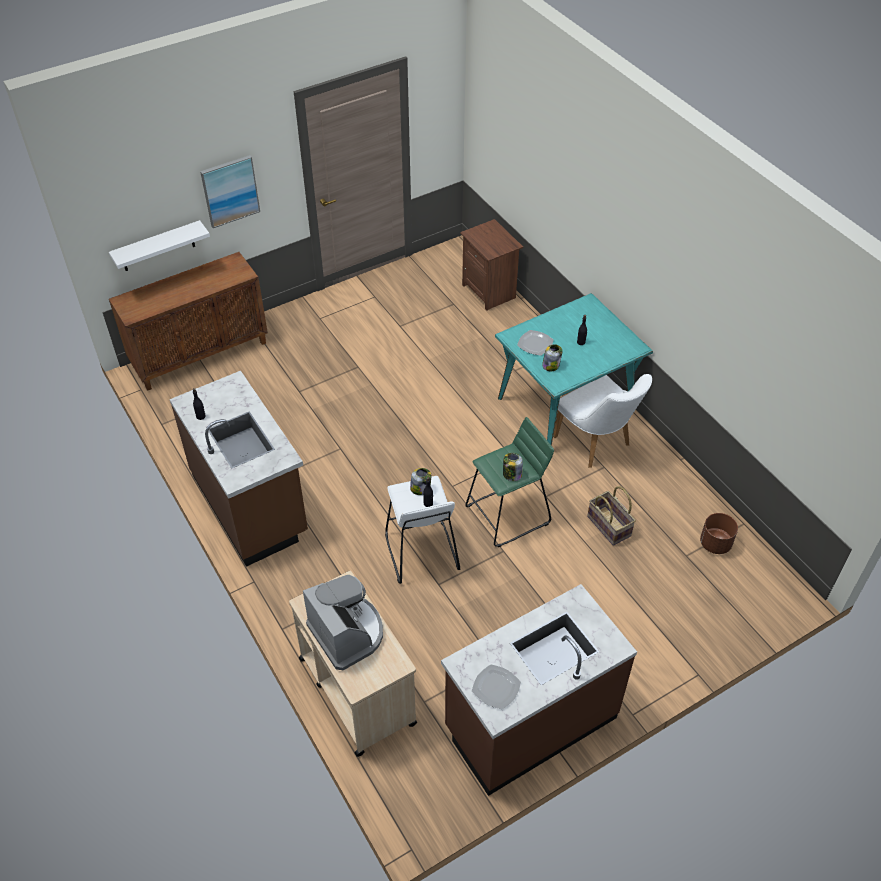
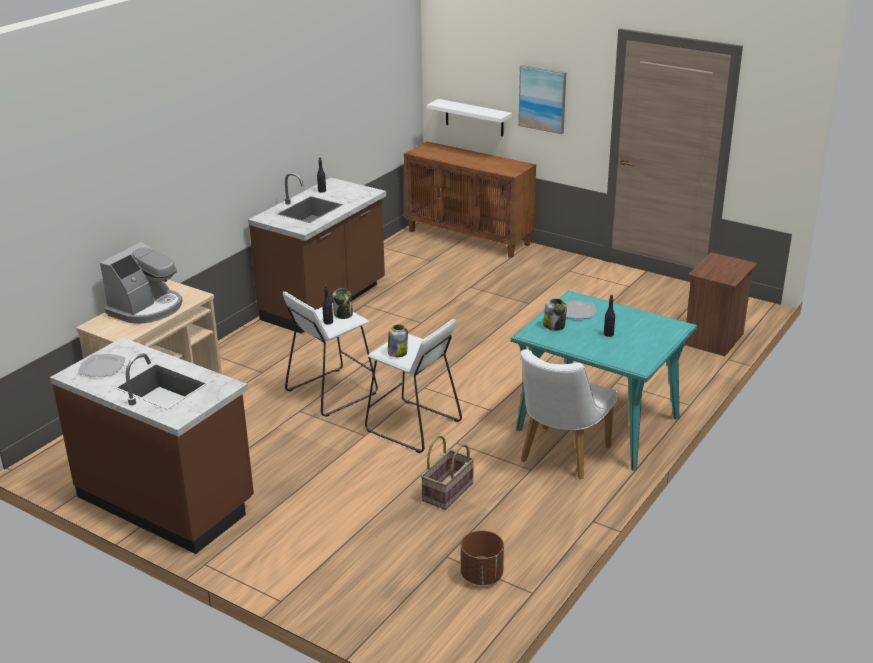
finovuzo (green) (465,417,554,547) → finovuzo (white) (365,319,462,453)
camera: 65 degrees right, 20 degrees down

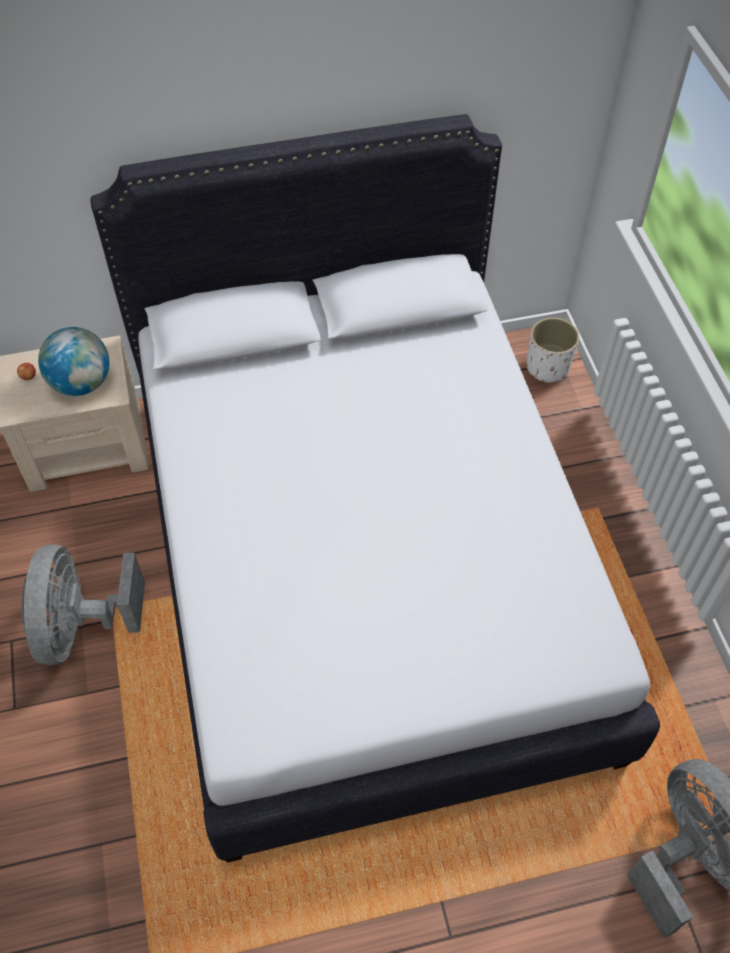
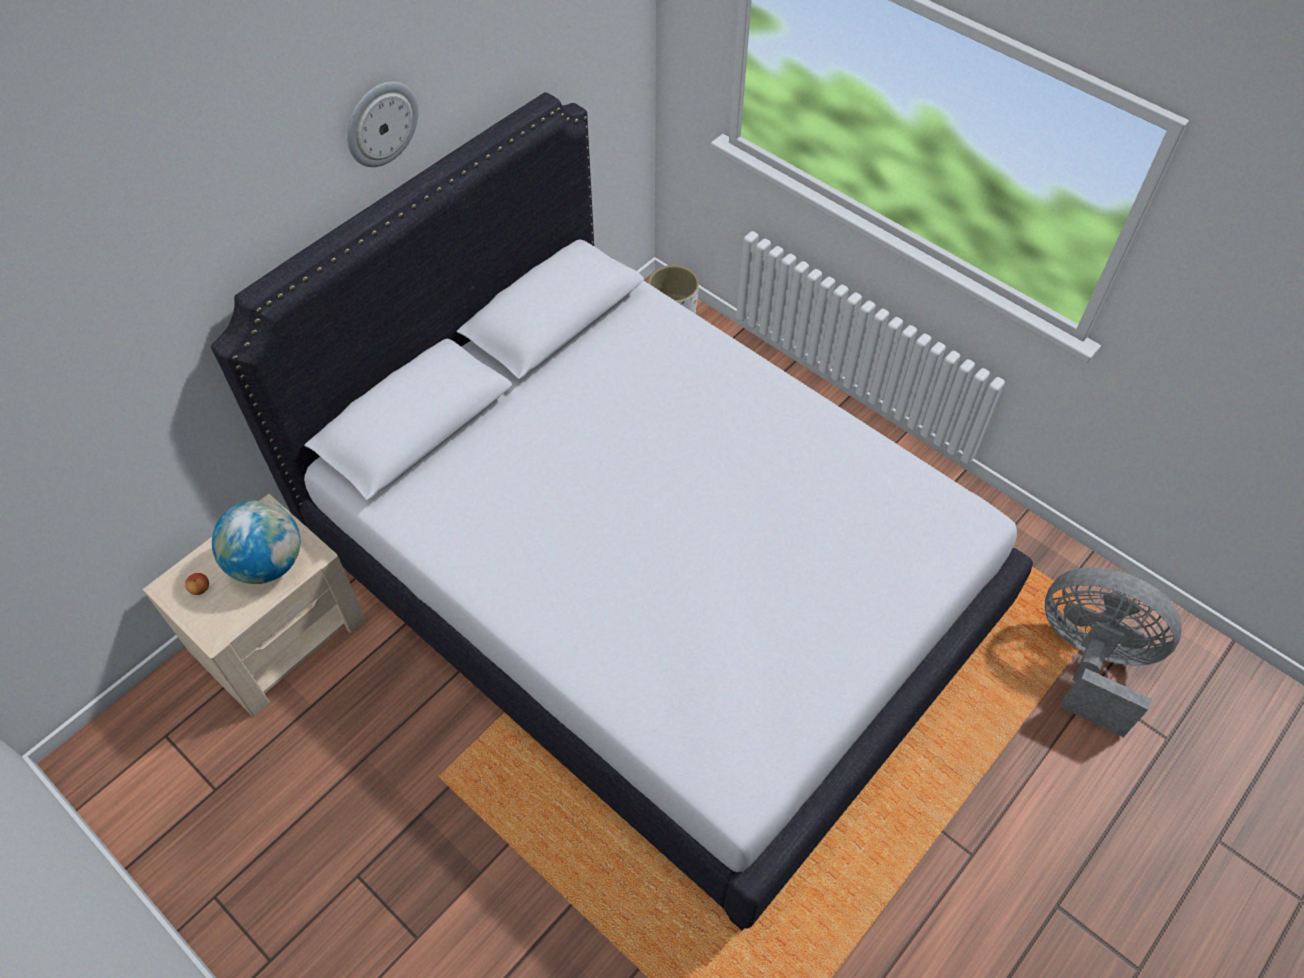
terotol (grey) (22,544,145,665) → -
- → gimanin (347,82,418,167)
camera: 35 degrees left, 0 degrees up

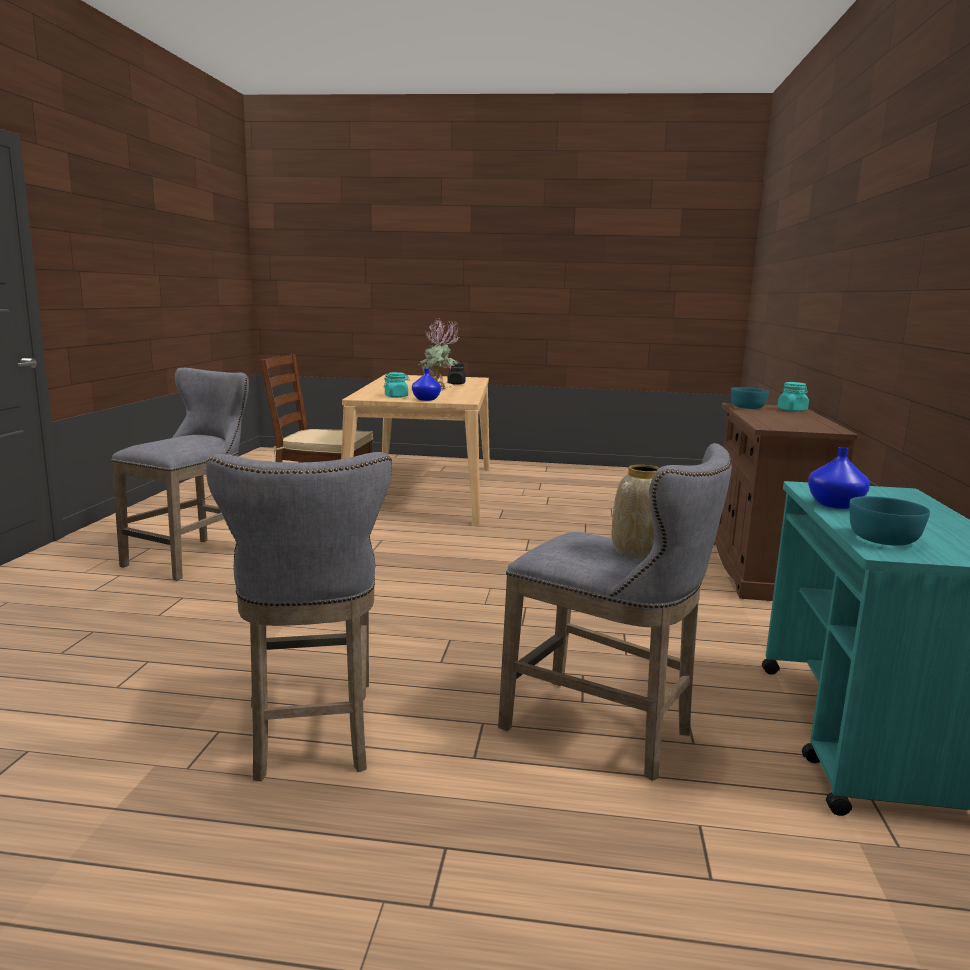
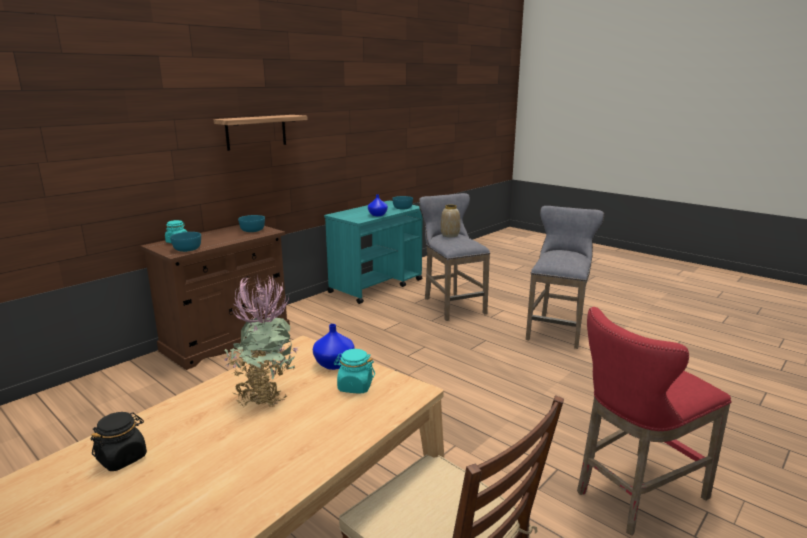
- → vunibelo (214,115,308,151)
- → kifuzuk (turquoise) (238,215,265,232)
finovuzo (grey) (111,368,249,581) → finovuzo (red) (577,307,732,536)
camera: 145 degrees left, 5 degrees up

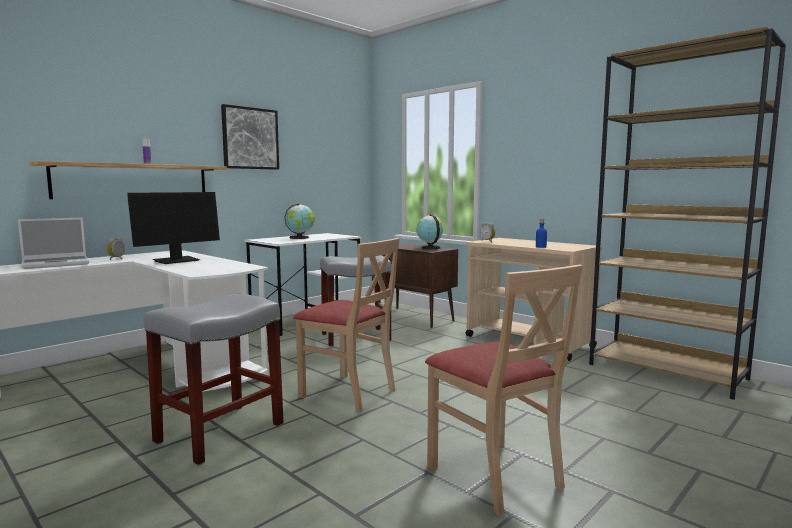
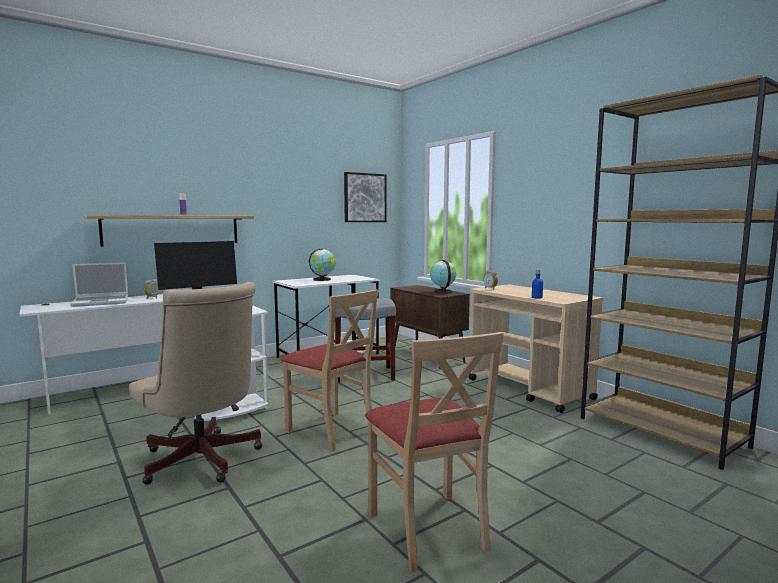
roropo (221,104,279,170) → roropo (344,172,387,222), shifted
finovuzo (grey) (144,294,284,466) → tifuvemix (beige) (129,282,263,485)
camera: 10 degrees right, 0 degrees up

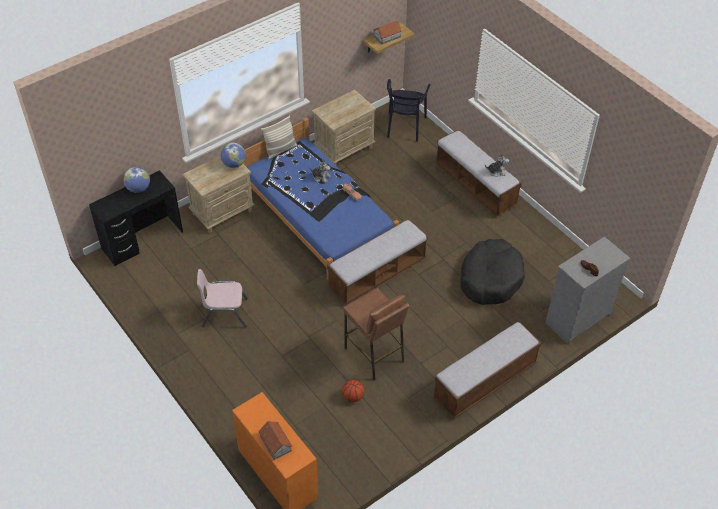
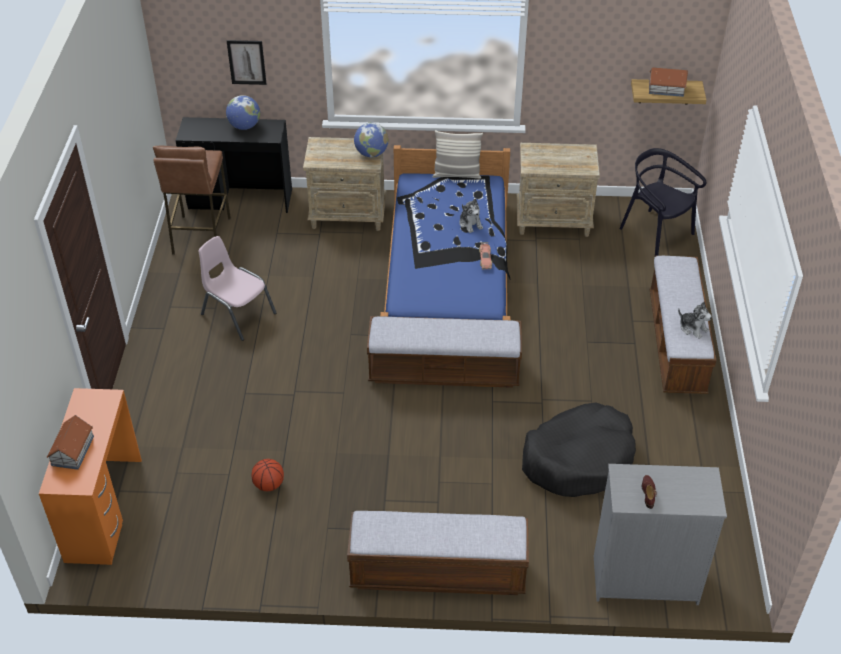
- → roropo (227,40,266,85)
finovuzo (brown) (343,288,409,381) → finovuzo (brown) (153,145,231,255), shifted
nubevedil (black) (387,79,430,142) → nubevedil (black) (619,148,706,256), 90 degrees clockwise
camera: 40 degrees right, 5 degrees down

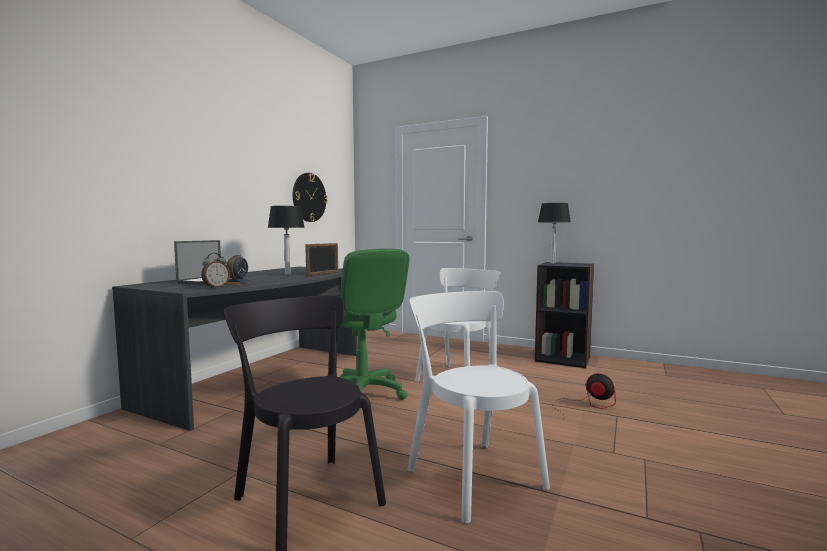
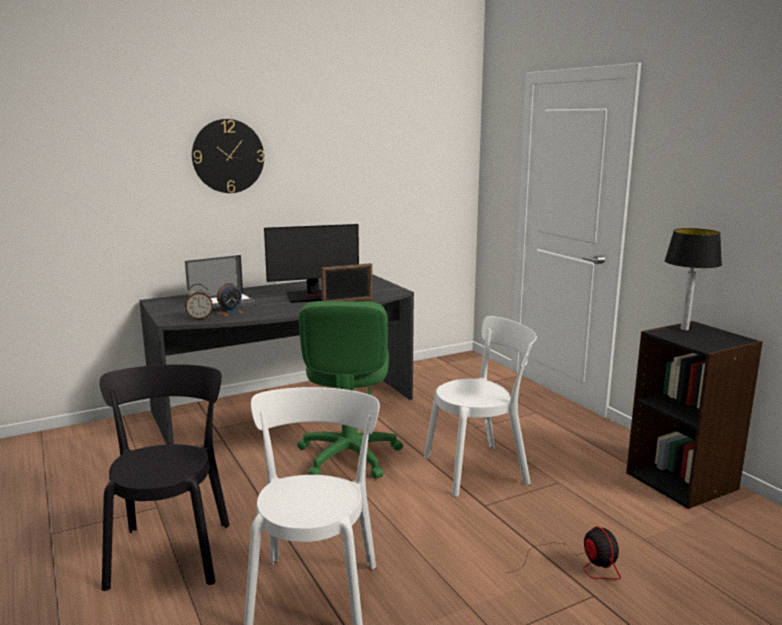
gimanin (293,173,327,222) → gimanin (192,119,265,193), shifted
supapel (268,206,305,275) → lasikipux (264,224,359,303)
camera: 35 degrees right, 10 degrees up

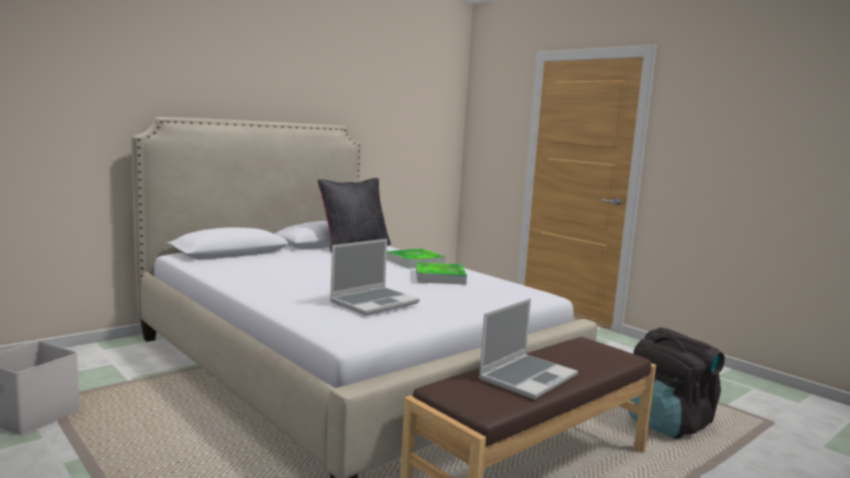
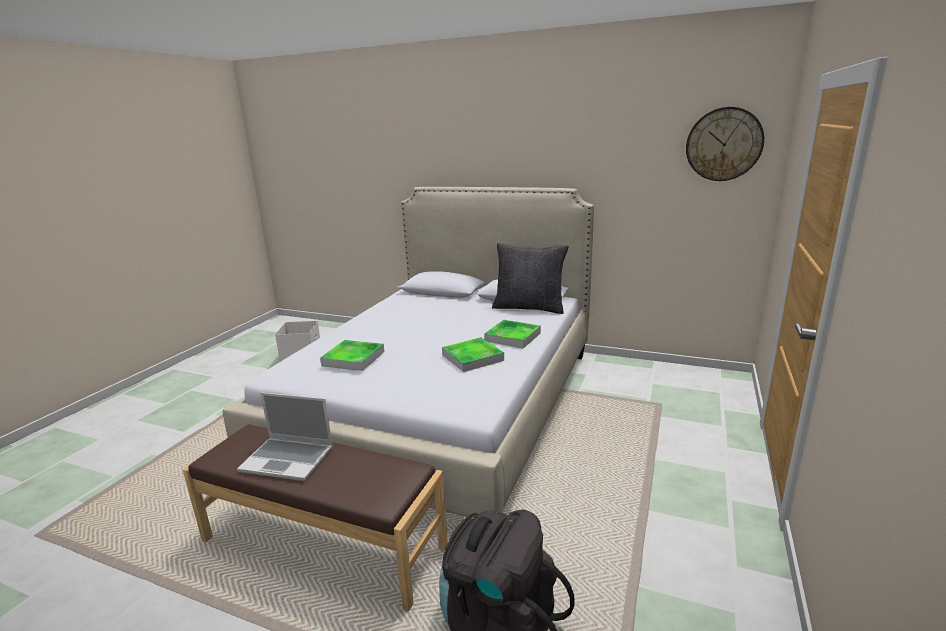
- → gimanin (686,107,764,181)
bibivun (330,239,420,315) → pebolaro (320,340,384,371)
camera: 65 degrees right, 10 degrees up

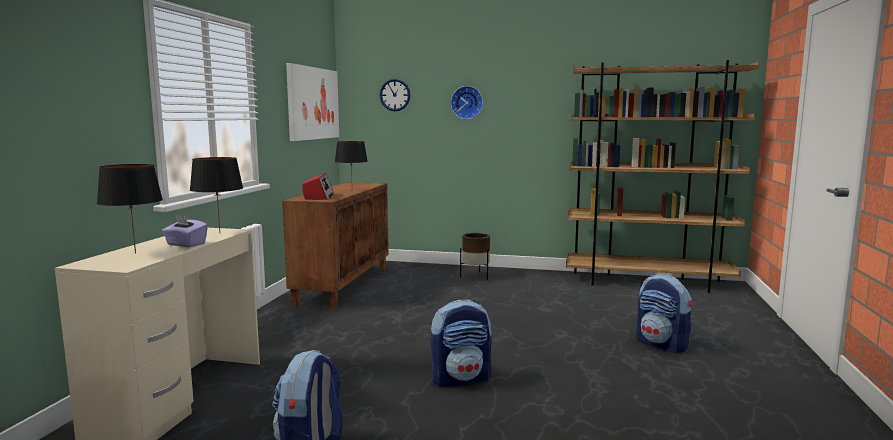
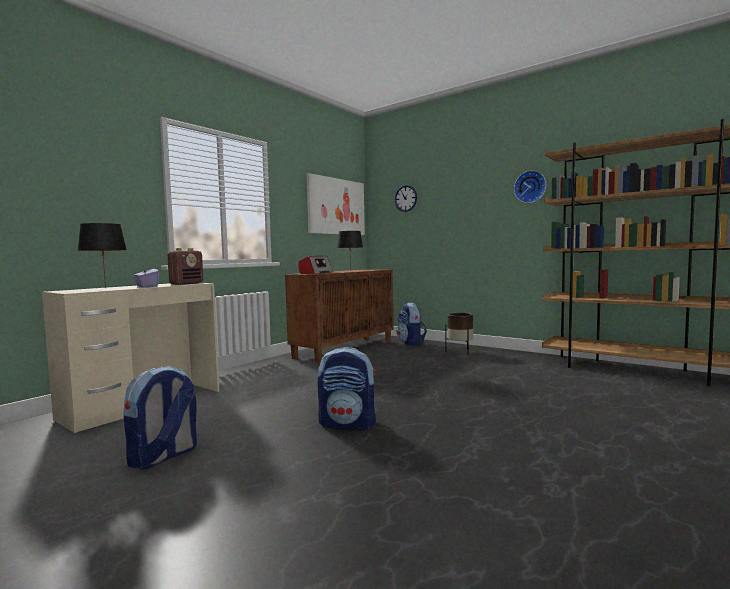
gimanin (451,86,483,120) → gimanin (514,170,546,203), shifted
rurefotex (636,275,693,353) → rurefotex (397,303,427,346), shifted
supapel (black) (190,157,243,232) → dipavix (167,248,203,285)
camera: 25 degrees right, 5 degrees down

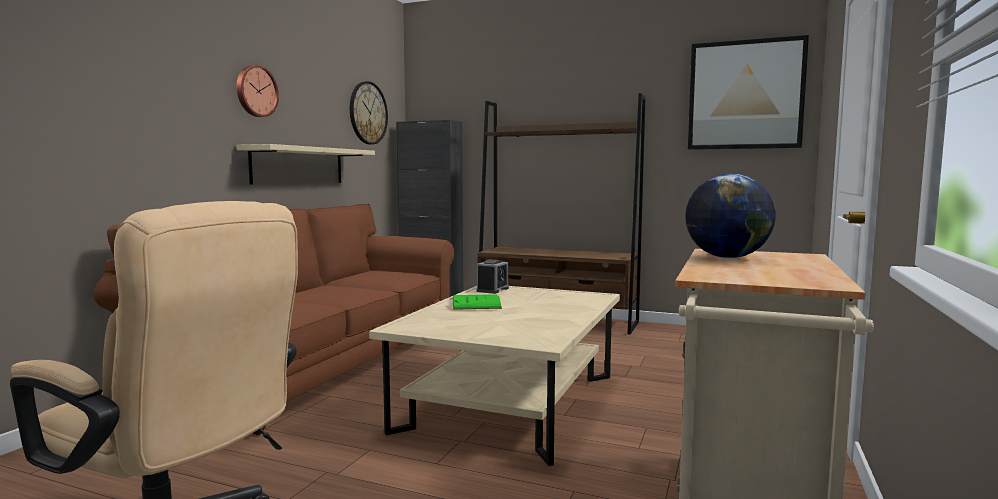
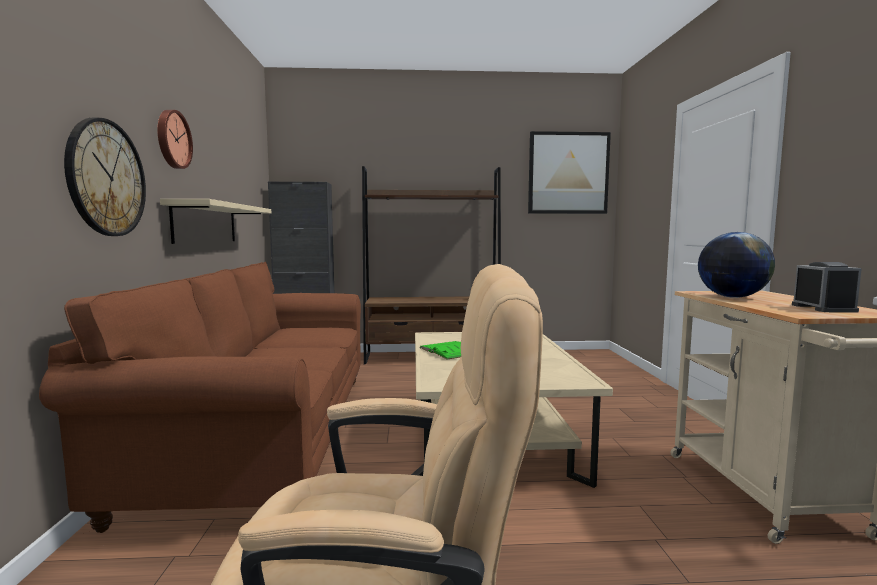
gimanin (350,81,388,144) → gimanin (64,118,146,236), shifted
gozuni (476,259,509,294) → gozuni (792,262,862,313), shifted
camera: 25 degrees left, 0 degrees up

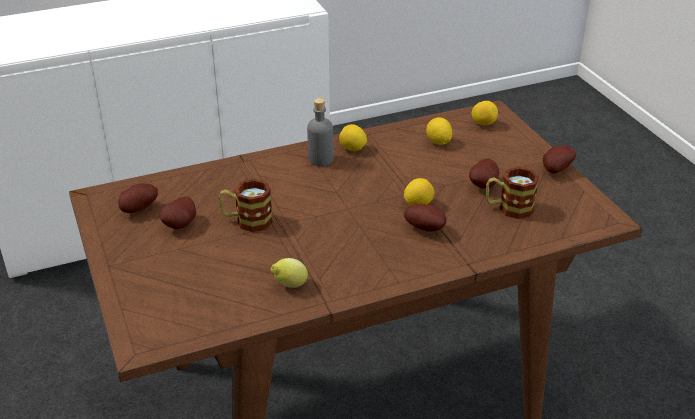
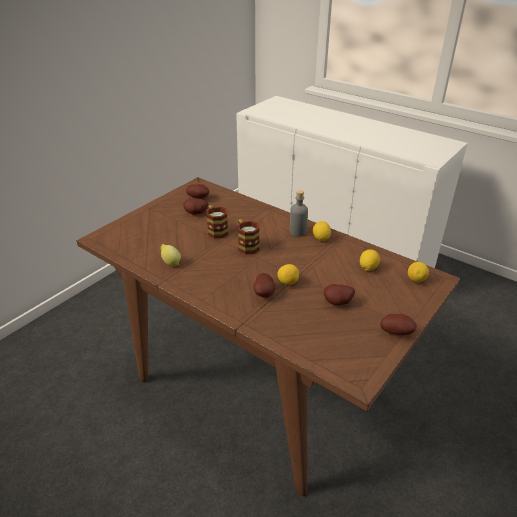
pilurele (486,167,539,219) → pilurele (237,219,260,255), shifted
camera: 60 degrees right, 0 degrees up

